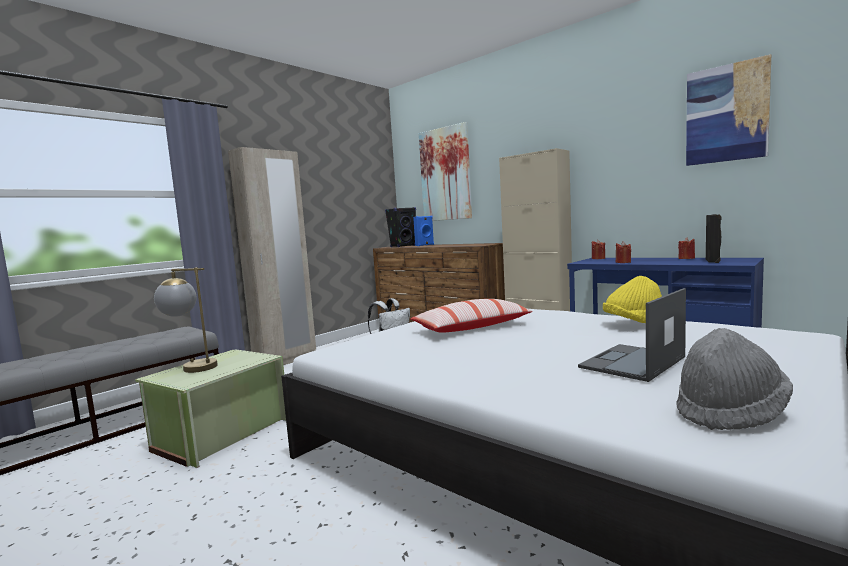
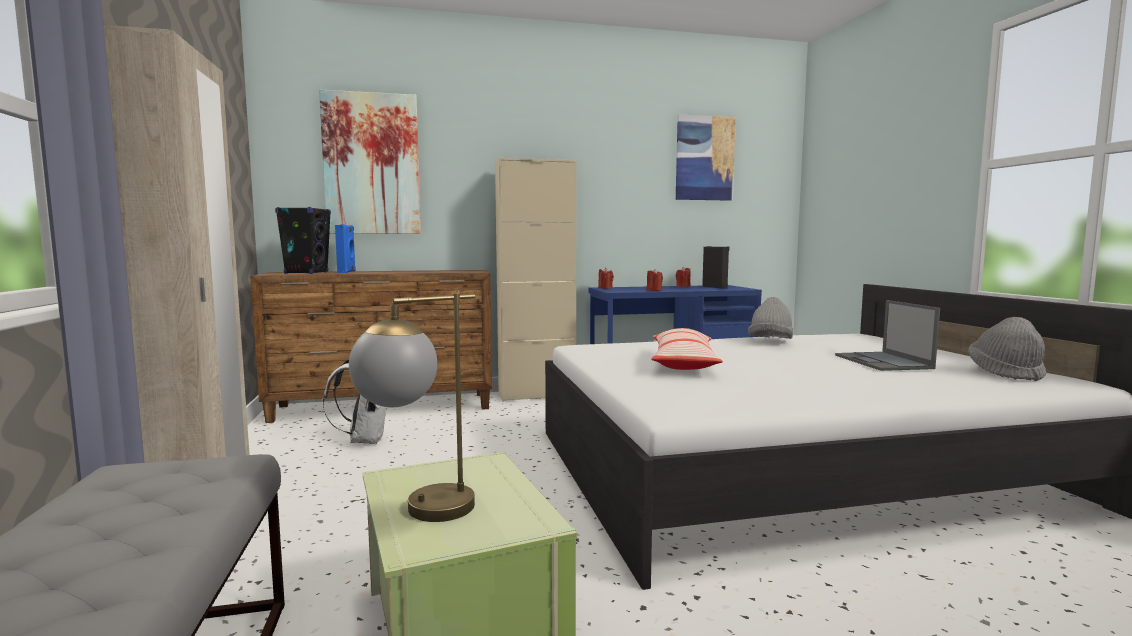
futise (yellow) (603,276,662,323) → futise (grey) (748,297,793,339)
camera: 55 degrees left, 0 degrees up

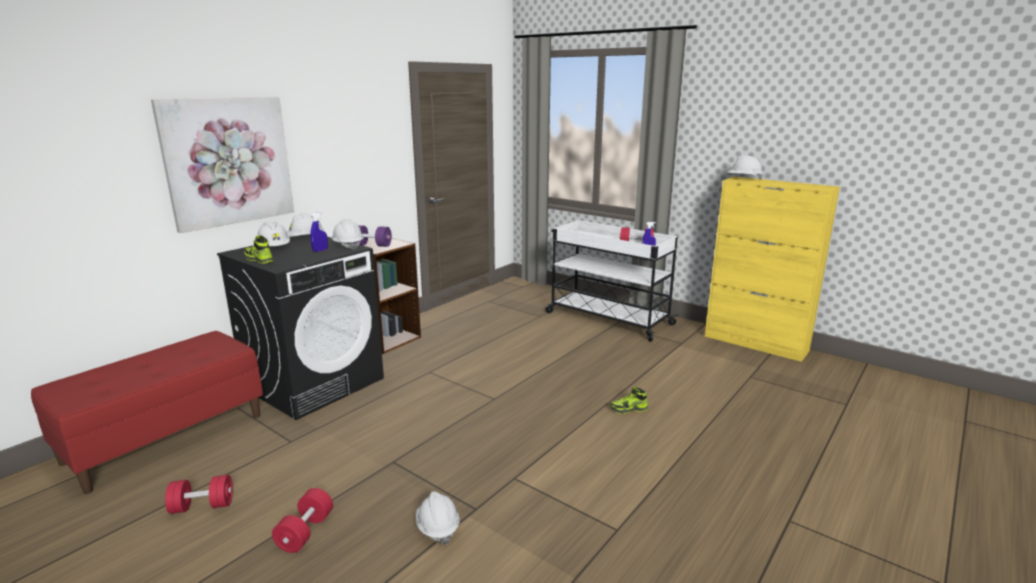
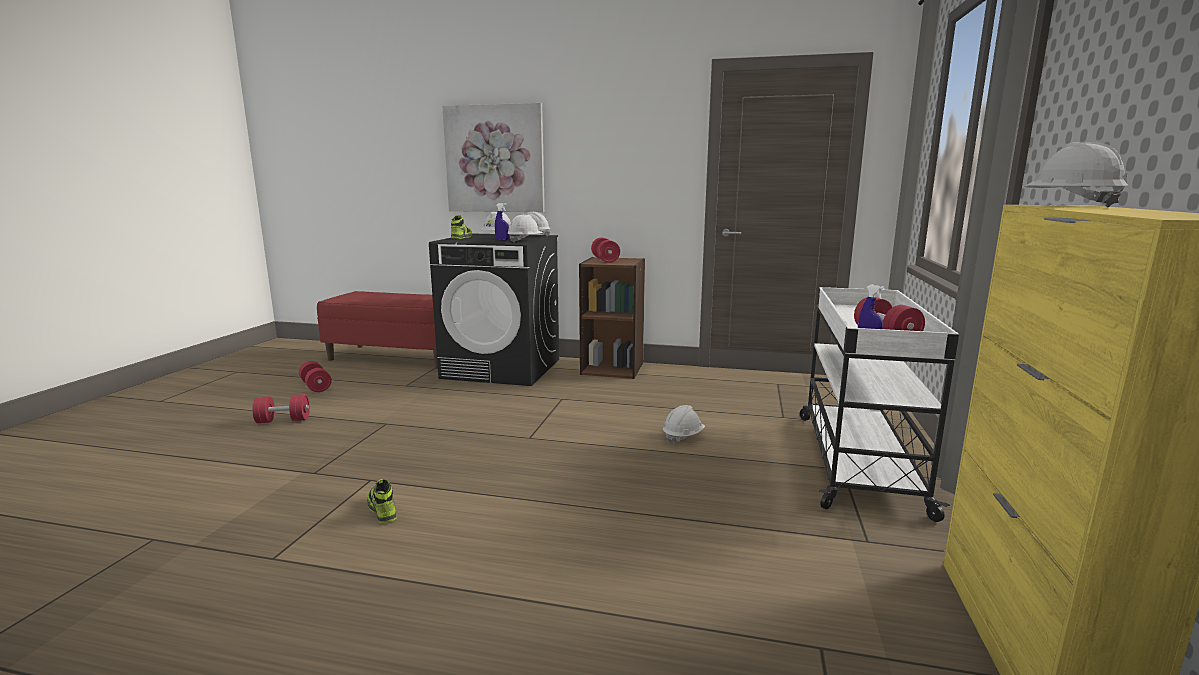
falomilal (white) (416,491,459,544) → falomilal (white) (663,405,705,444), shifted
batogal (610,386,648,414) → batogal (367,479,396,523), shifted
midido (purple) (353,225,392,247) → midido (red) (591,237,620,263)
camera: 65 degrees right, 5 degrees down

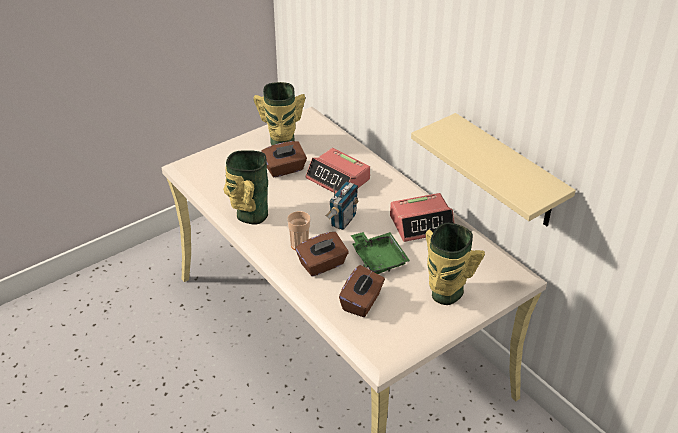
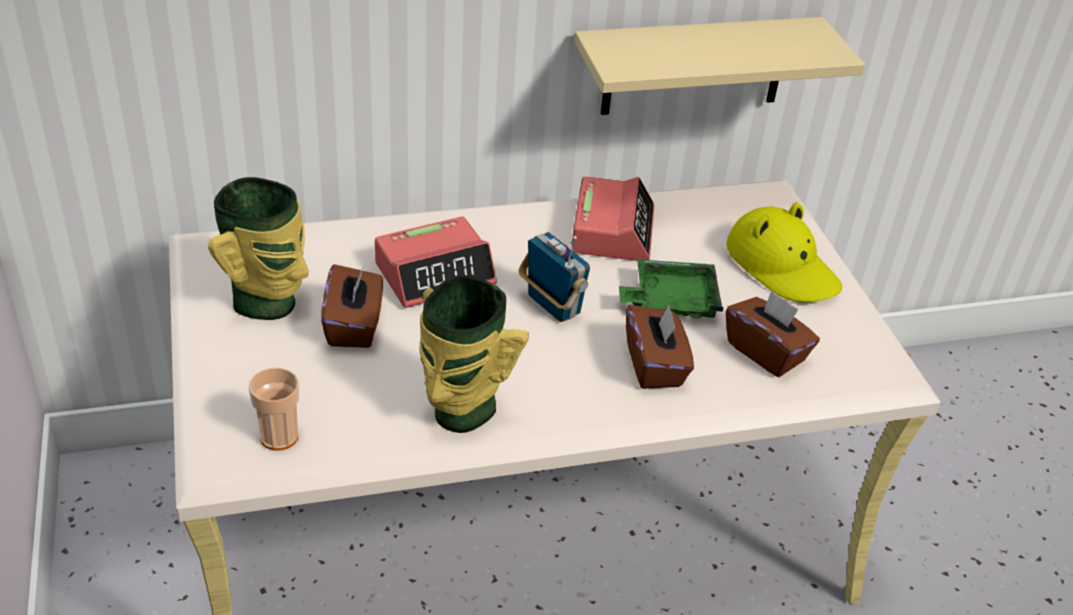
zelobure (287,211,310,251) → zelobure (249,368,299,451), shifted
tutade (426,223,485,305) → futise (yellow) (727,203,842,302)
camera: 70 degrees left, 0 degrees up

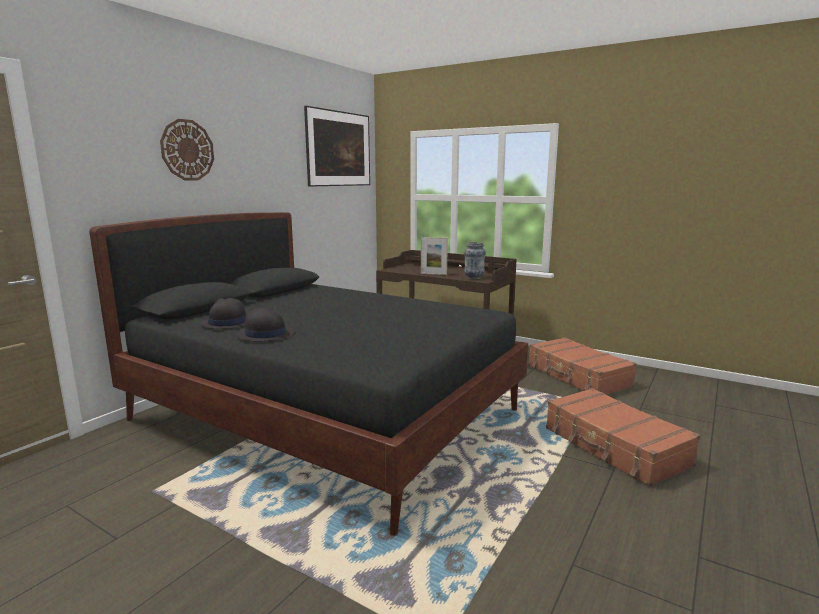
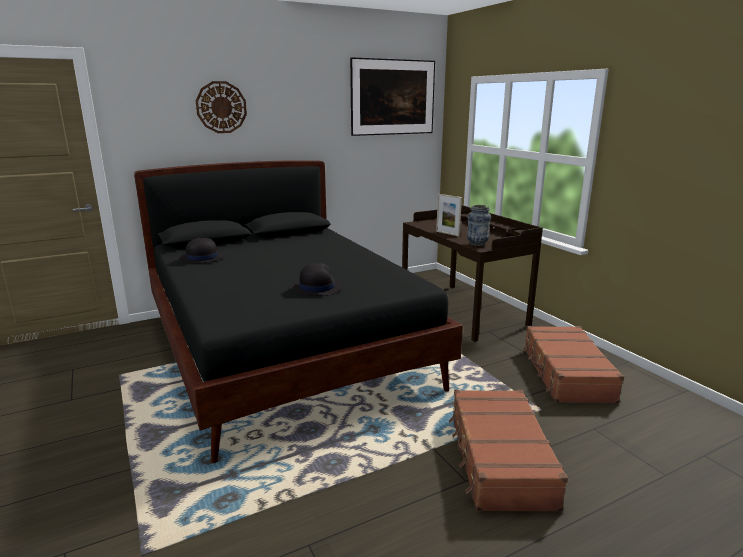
futise (black) (237,307,294,341) → futise (black) (292,263,342,296), shifted
camera: 30 degrees right, 5 degrees up

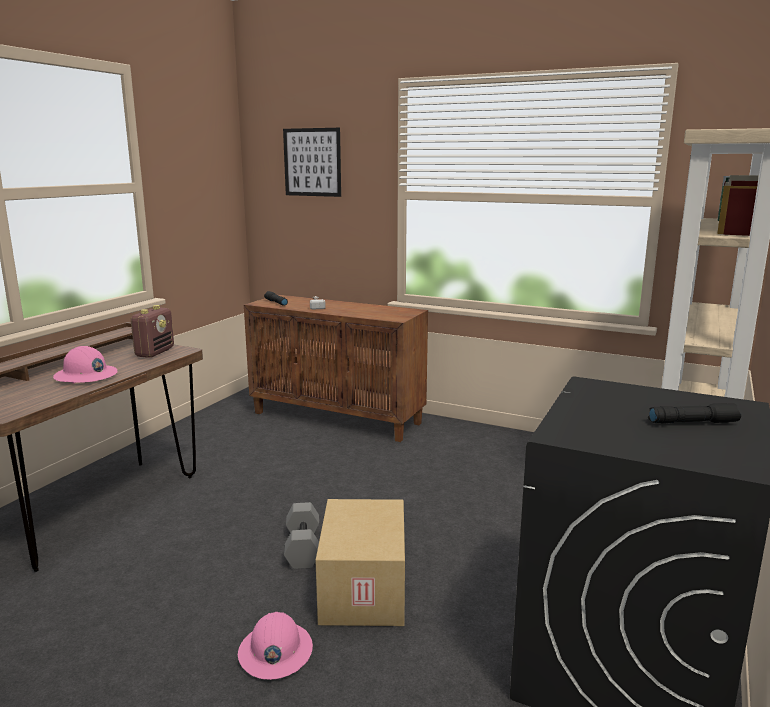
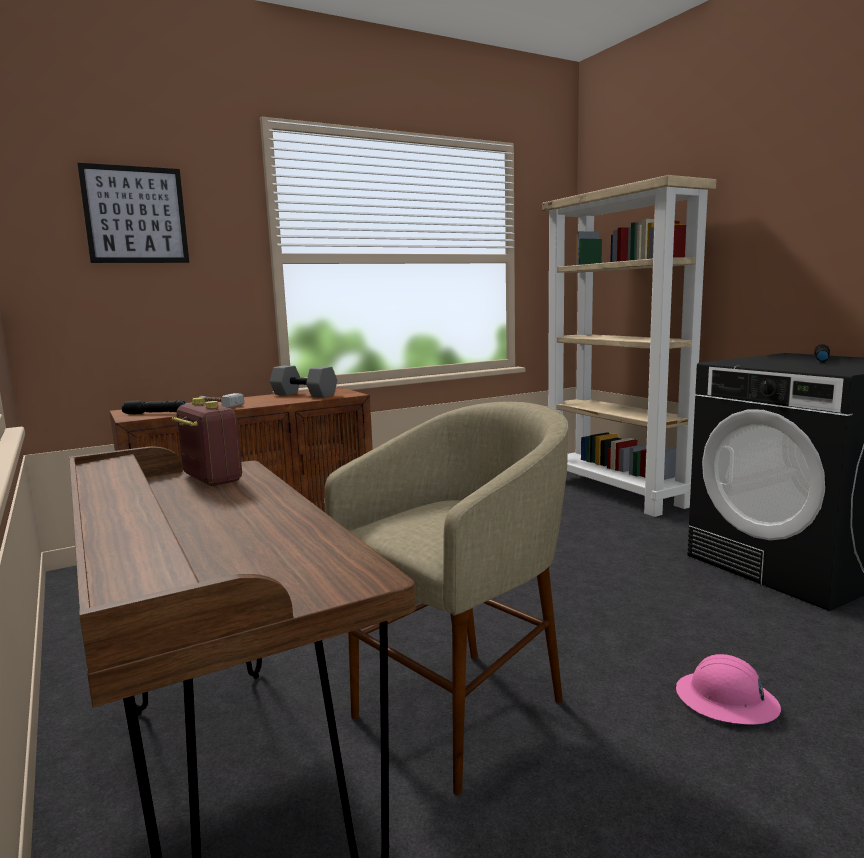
falomilal (pink) (53,346,117,384) → -
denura (315,499,405,626) → -
- → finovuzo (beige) (325,401,569,795)
midido (grey) (284,502,319,569) → midido (grey) (270,366,337,397), shifted
camera: 55 degrees left, 5 degrees down

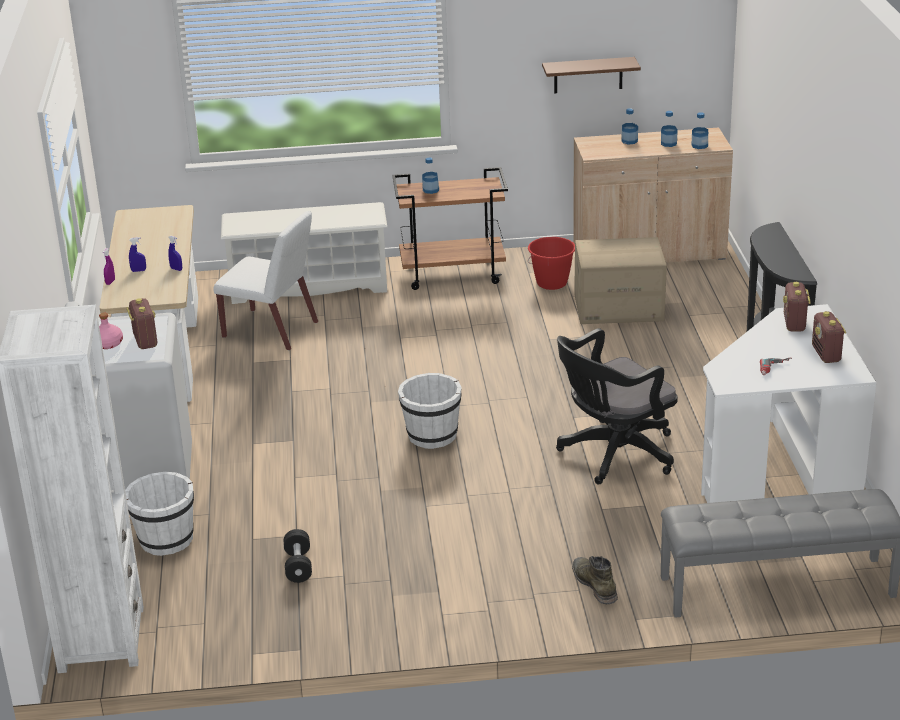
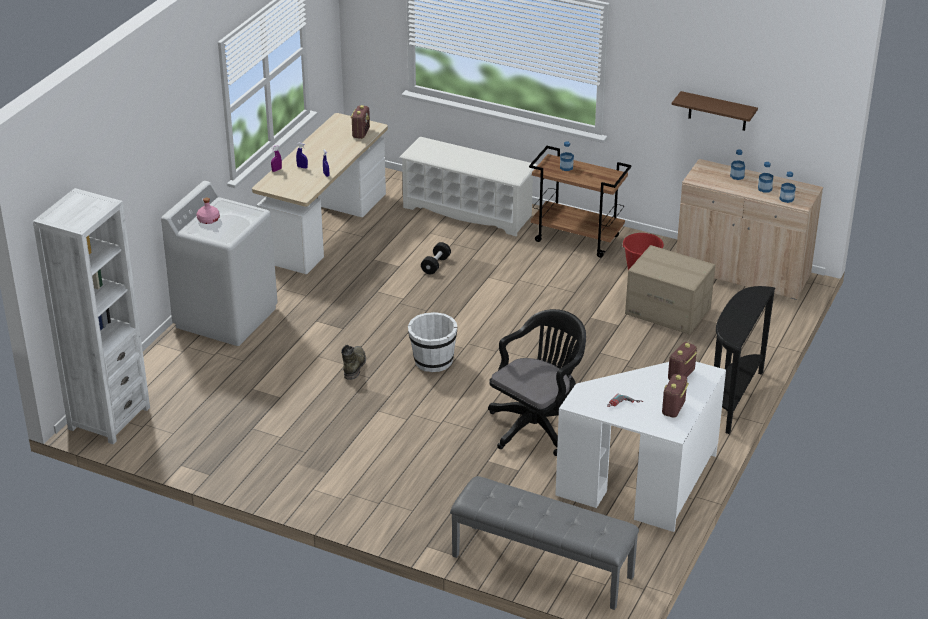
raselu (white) (125,471,194,556) → -
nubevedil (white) (213,211,318,351) → -
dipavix (126,298,157,349) → dipavix (350,105,370,139), shifted
midido (black) (284,529,312,583) → midido (black) (421,242,451,274), shifted
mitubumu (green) (572,556,618,604) → mitubumu (green) (341,345,366,380), shifted
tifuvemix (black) (556,328,678,484) → tifuvemix (black) (488,309,586,456), 135 degrees clockwise
camera: 30 degrees right, 5 degrees up

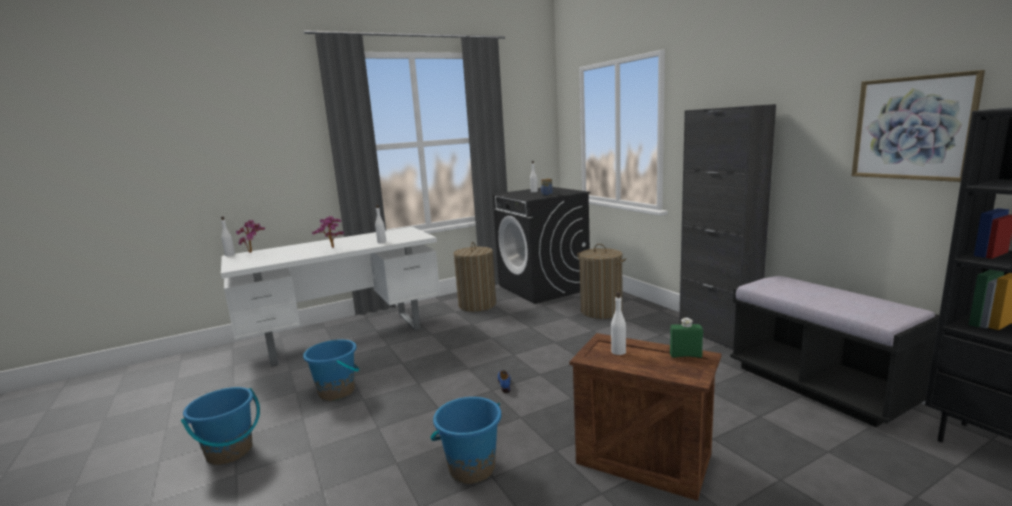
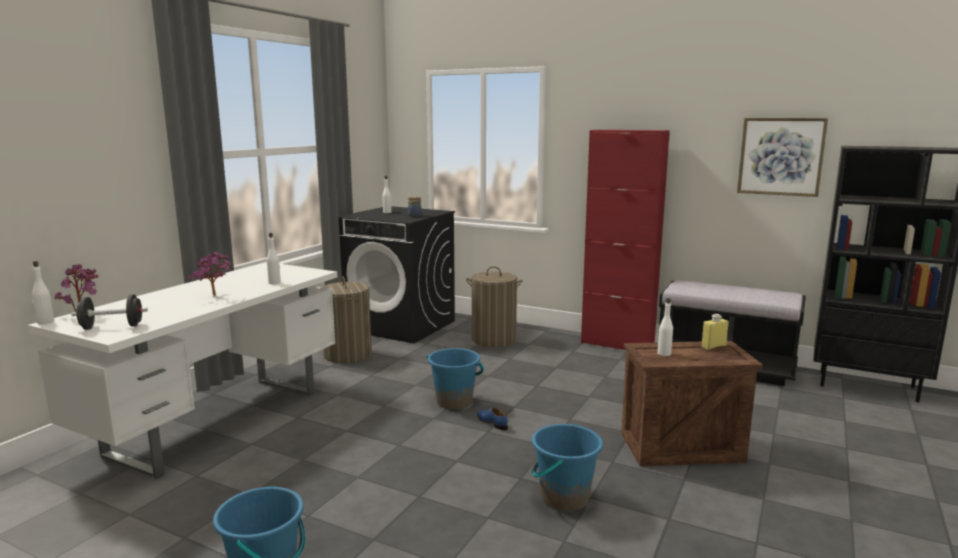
- → midido (black) (71,294,148,330)
raselu (blue) (303,339,360,401) → raselu (blue) (426,348,484,410), shifted
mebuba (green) (670,318,703,358) → mebuba (yellow) (701,314,729,350)
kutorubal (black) (679,104,776,349) → kutorubal (red) (581,130,670,350)
camera: 35 degrees left, 0 degrees up

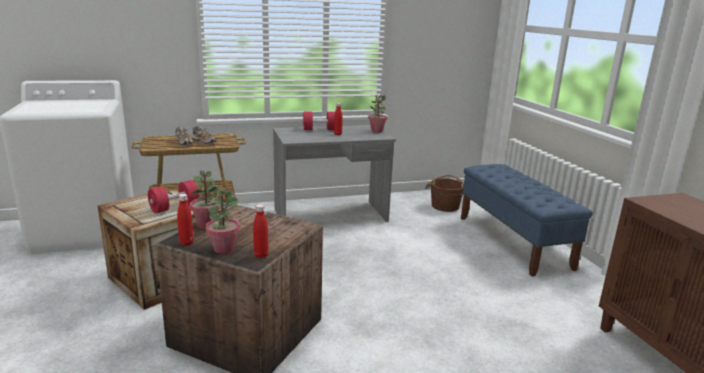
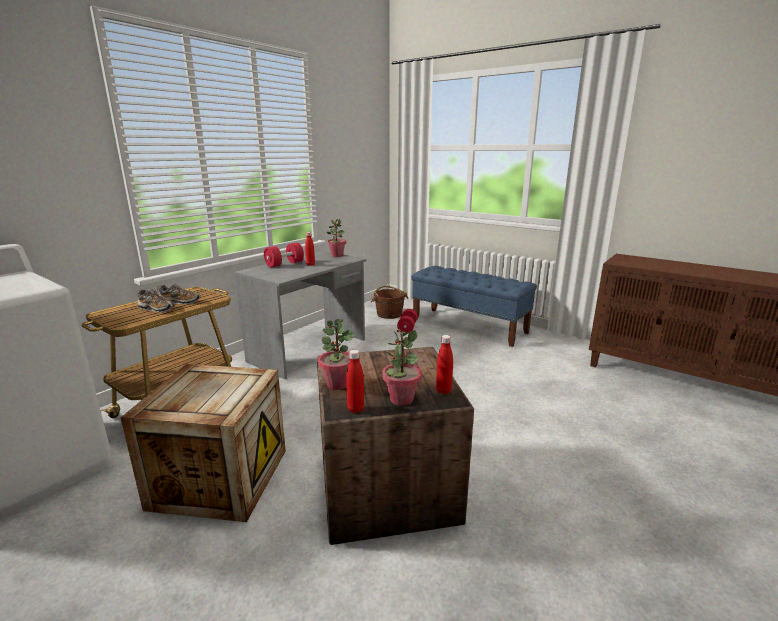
midido (red) (148,180,200,213) → midido (red) (397,309,418,333), shifted
camera: 35 degrees left, 0 degrees up

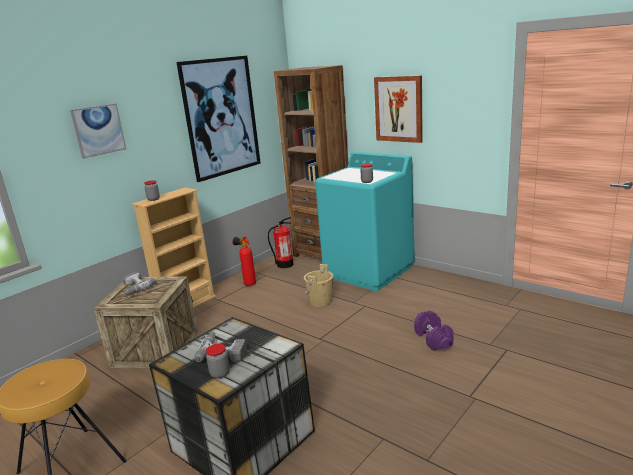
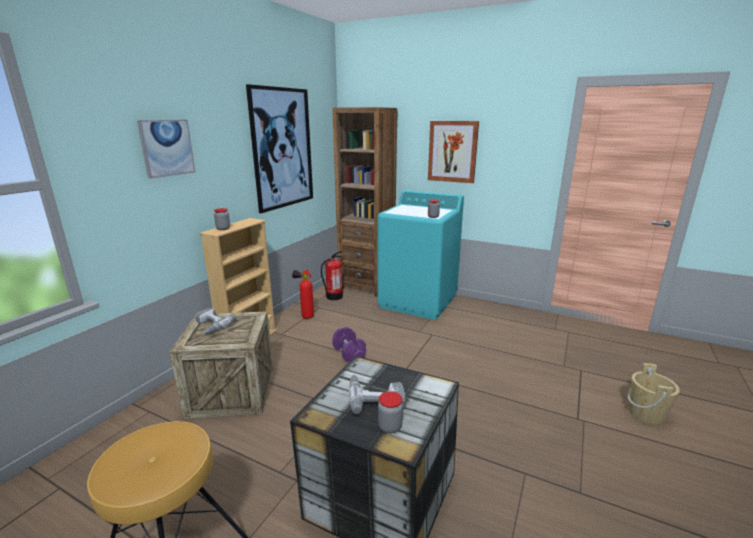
raselu (beige) (304,264,333,307) → raselu (beige) (628,363,680,424), shifted
midido (purple) (414,311,454,350) → midido (purple) (332,327,366,362), shifted
camera: 15 degrees left, 0 degrees up

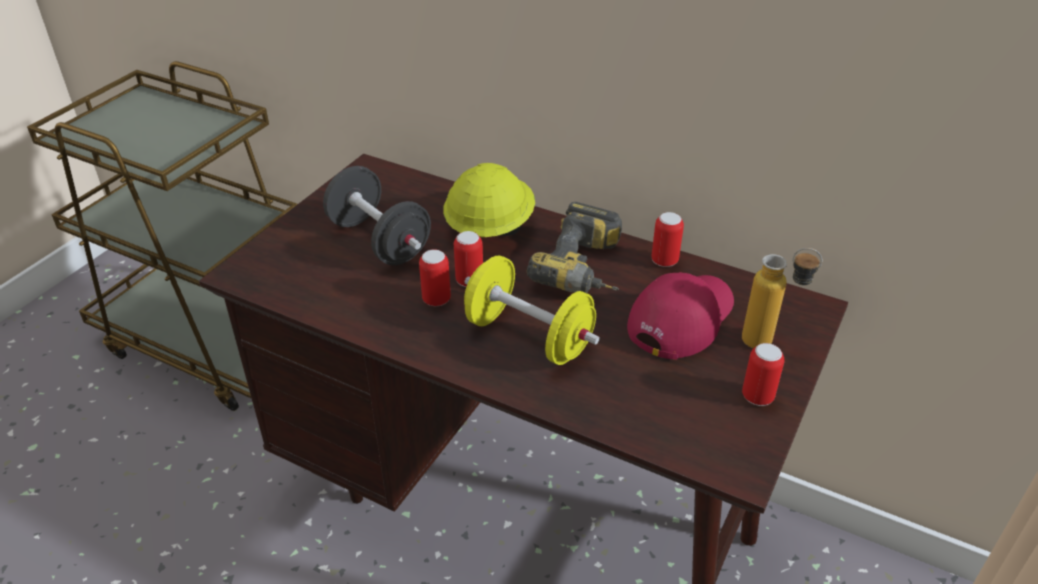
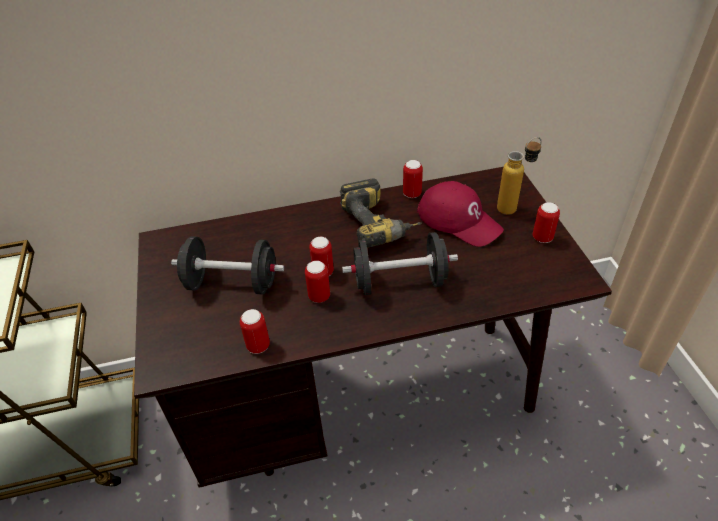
falomilal (yellow) (443,163,535,237) → -
- → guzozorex (240,309,270,354)
midido (yellow) (464,255,600,365) → midido (black) (342,232,458,295)
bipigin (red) (627,272,734,360) → bipigin (red) (417,181,504,247), 135 degrees clockwise
camera: 40 degrees left, 5 degrees up

